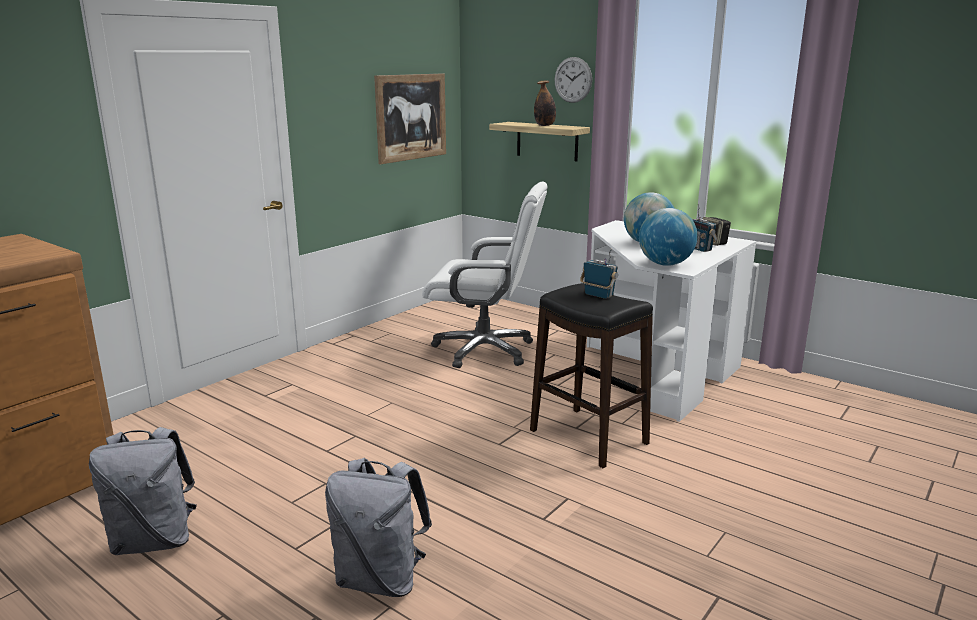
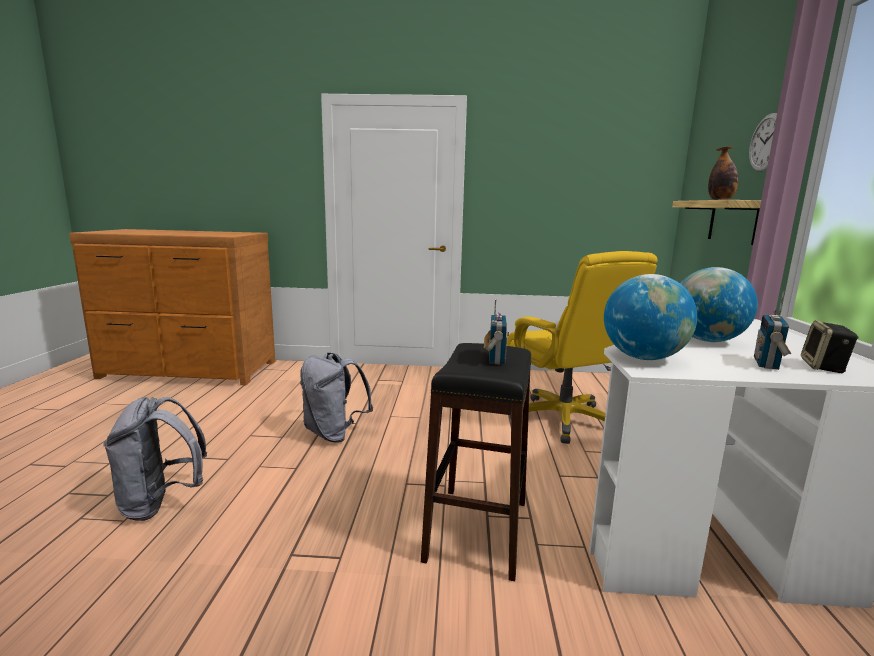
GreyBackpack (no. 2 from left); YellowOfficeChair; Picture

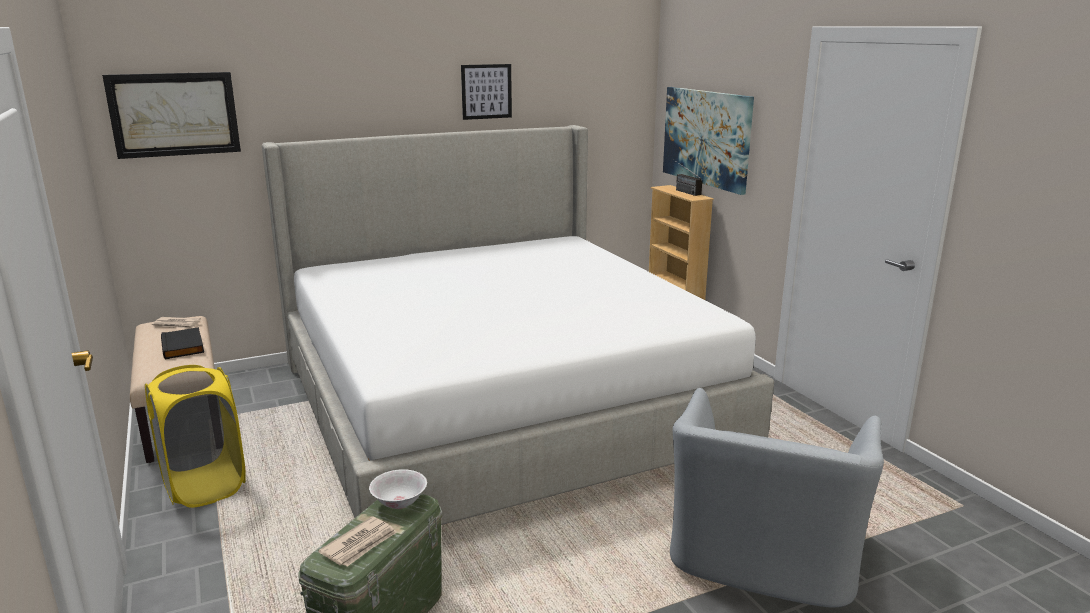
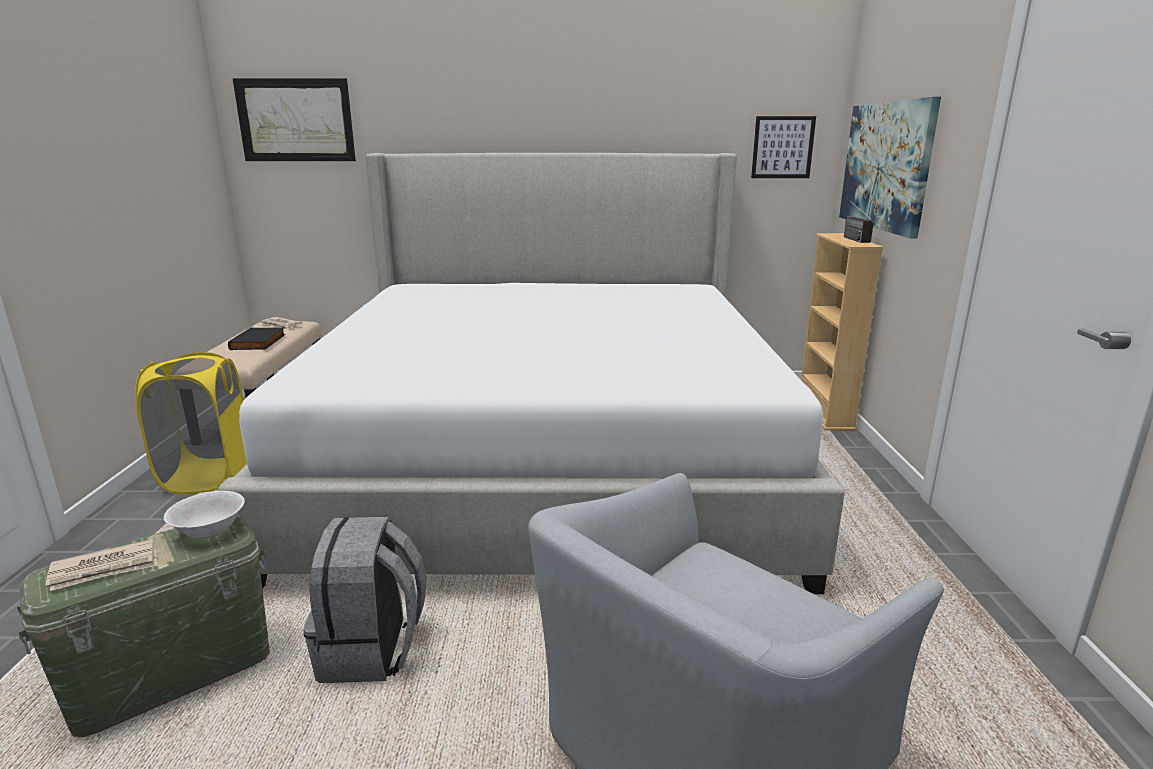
GreyBackpack; Picture (no. 2 from left)

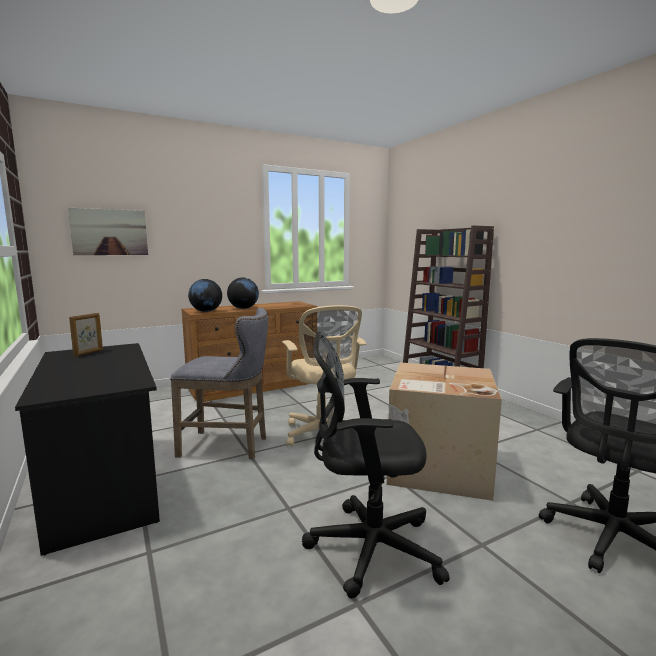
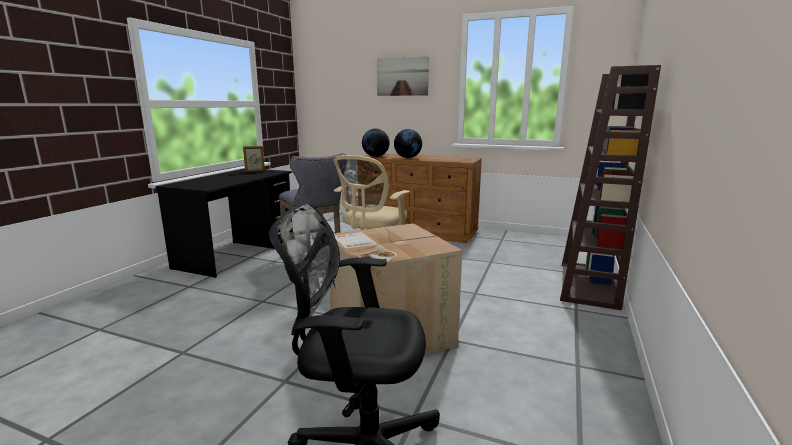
Picture; BlackOfficeChair (no. 1 from left in the first image)

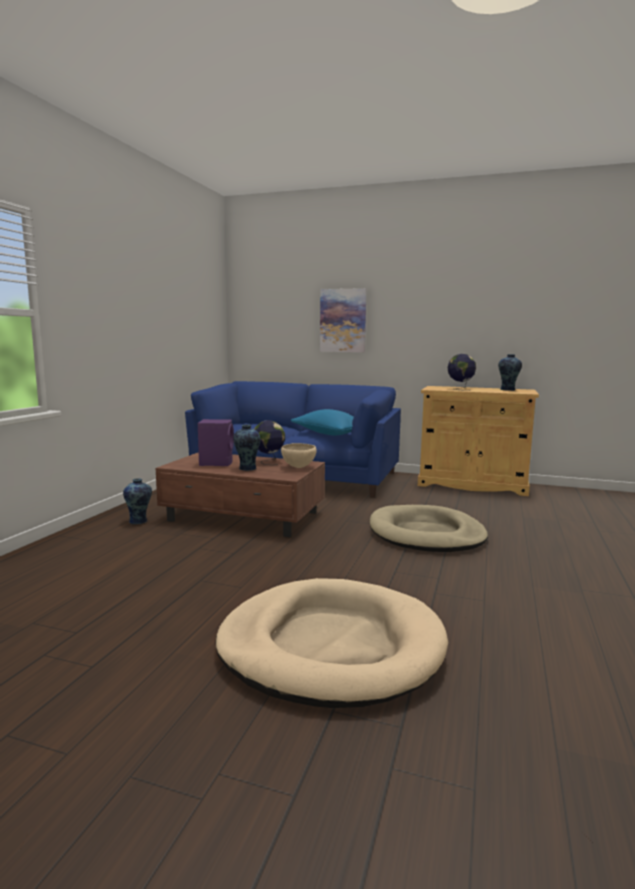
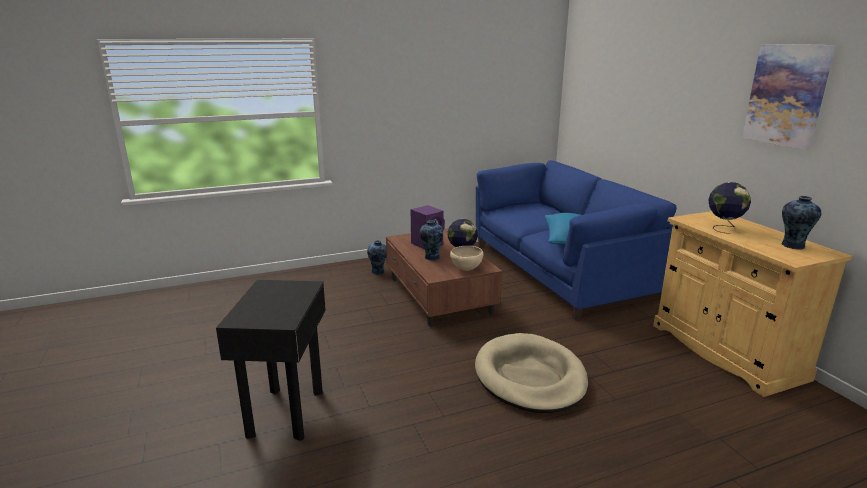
BlackSideTable; Picture

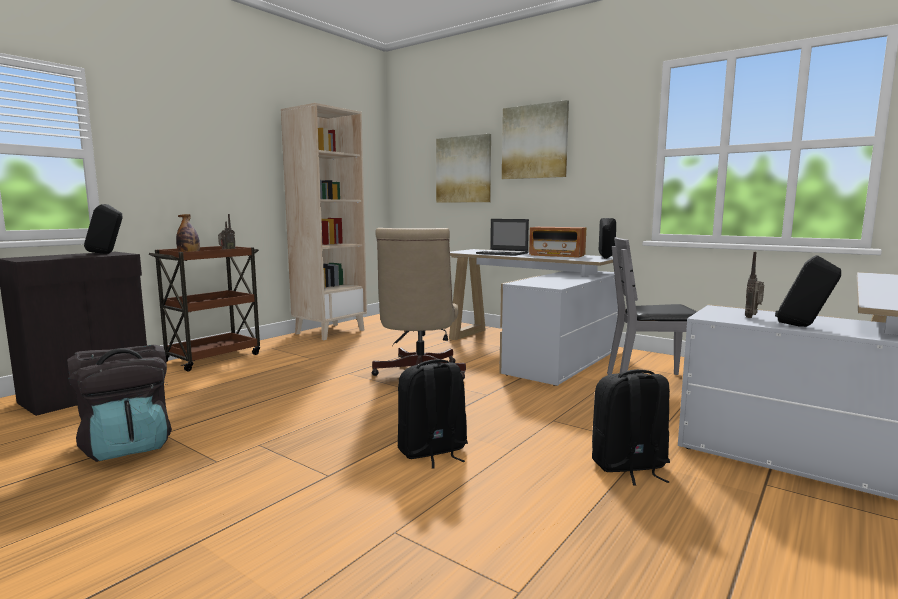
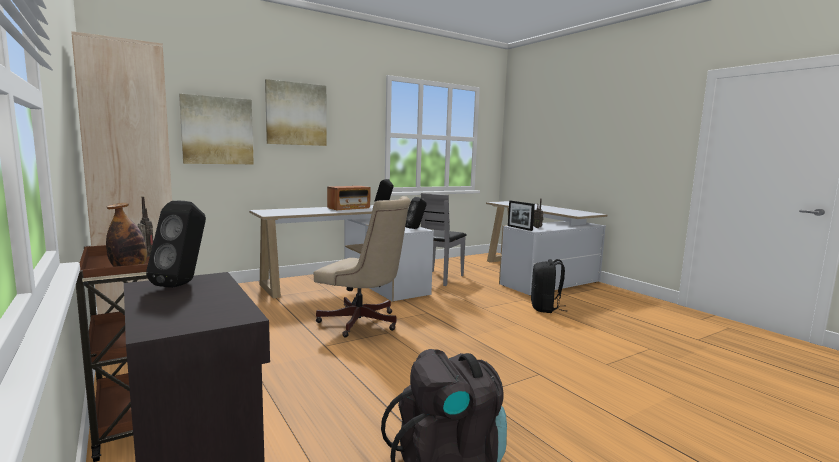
BlackSpeaker (no. 3 from left); PictureFrame; BlackBackpack (no. 2 from left in the first image); Laptop

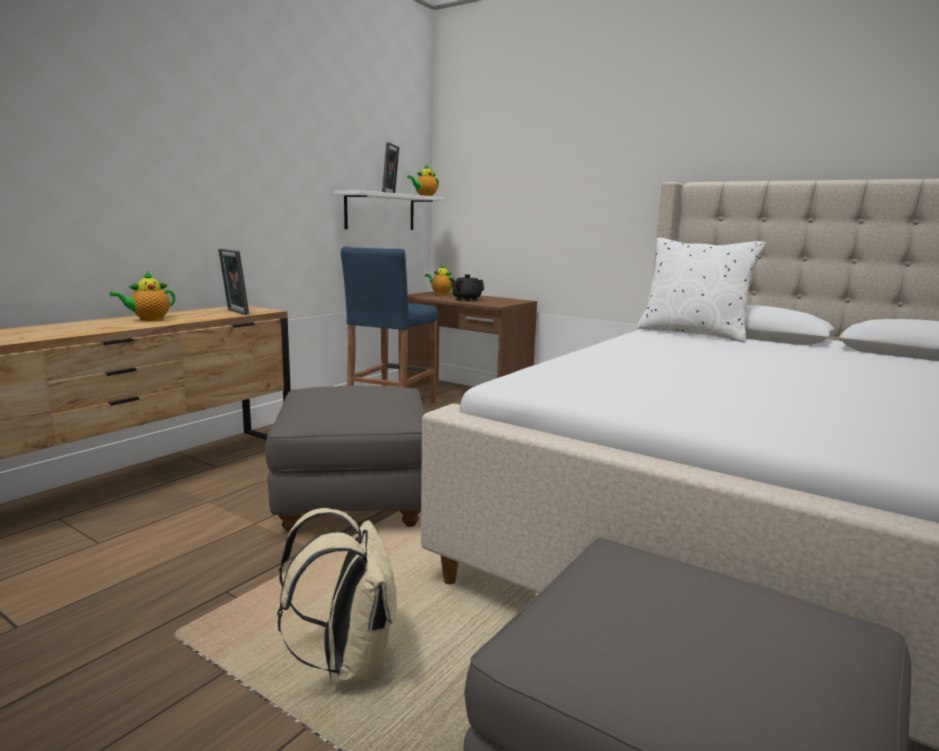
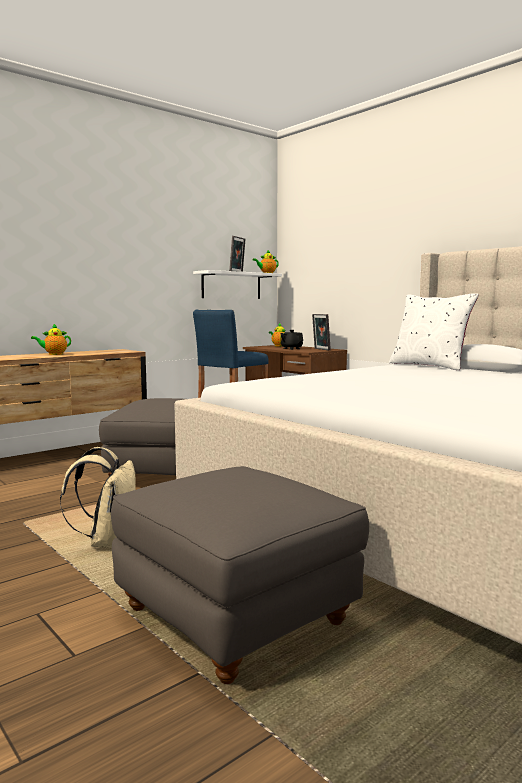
PictureFrame (no. 2 from left)

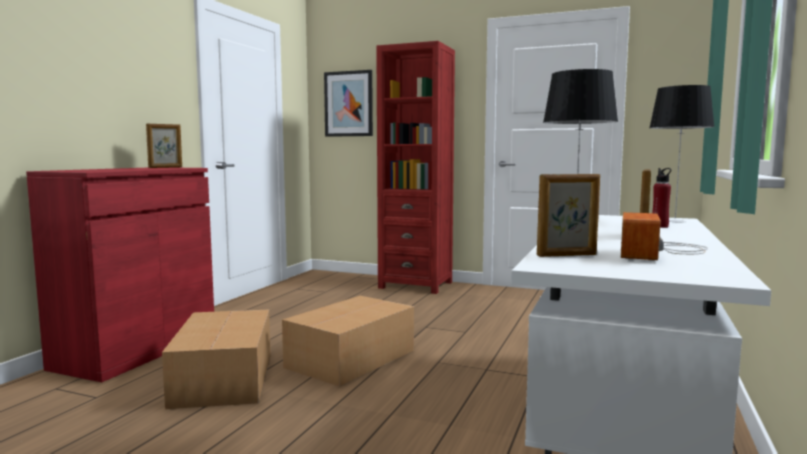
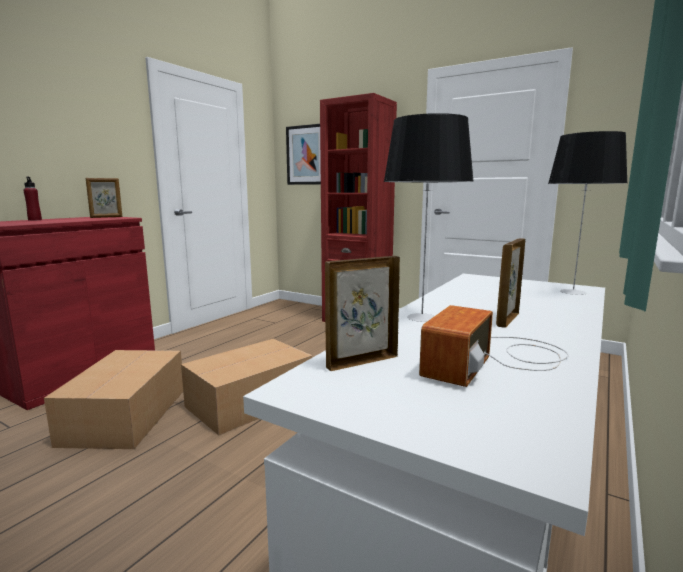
RedBottle; PictureFrame (no. 2 from left)

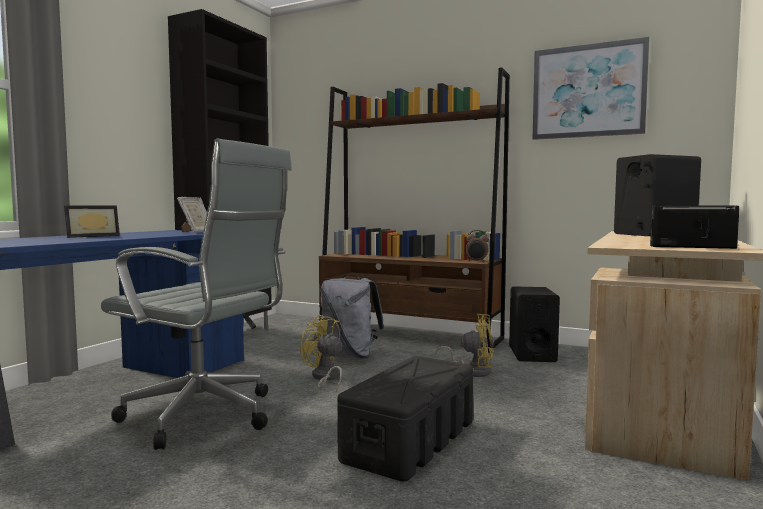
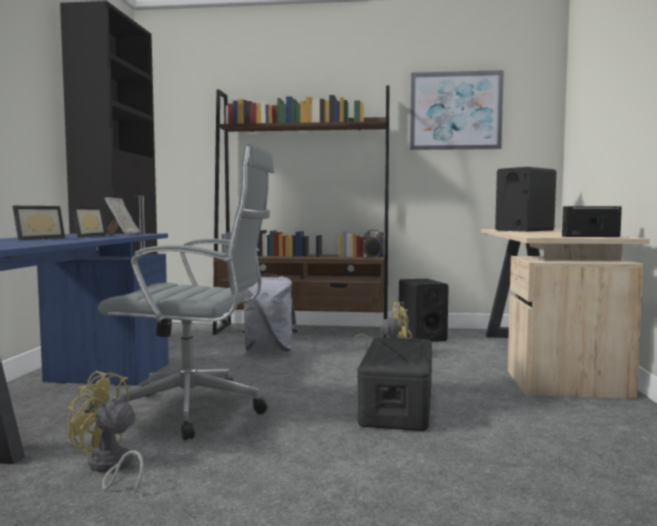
YellowFan (no. 1 from left); PictureFrame (no. 2 from left)

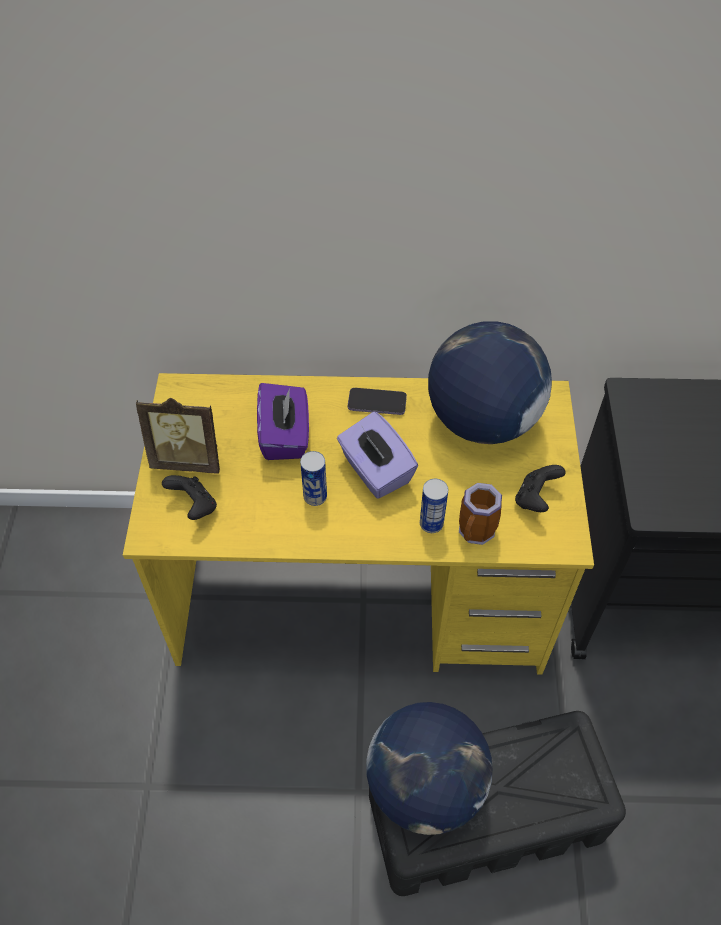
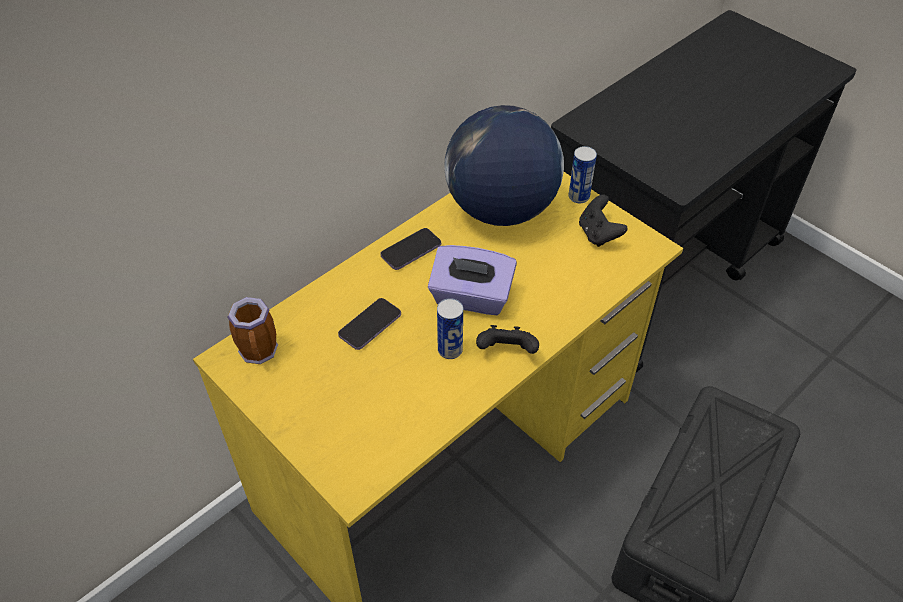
Mug; Phone (no. 1 from left); BlackGameController (no. 1 from left); Can (no. 2 from left); PictureFrame; Globe (no. 1 from left in the first image)

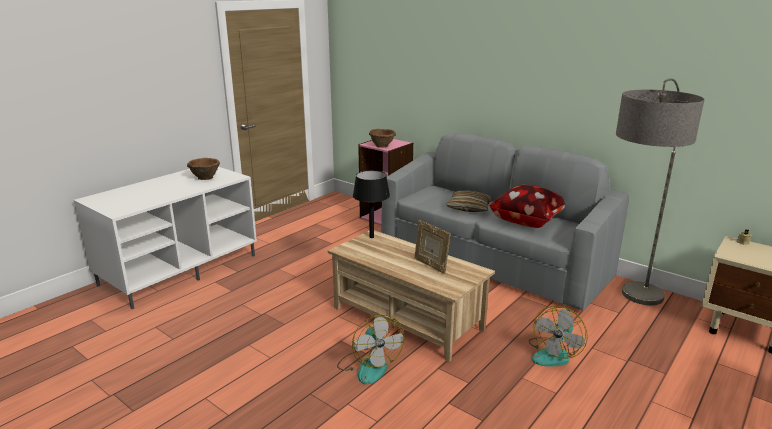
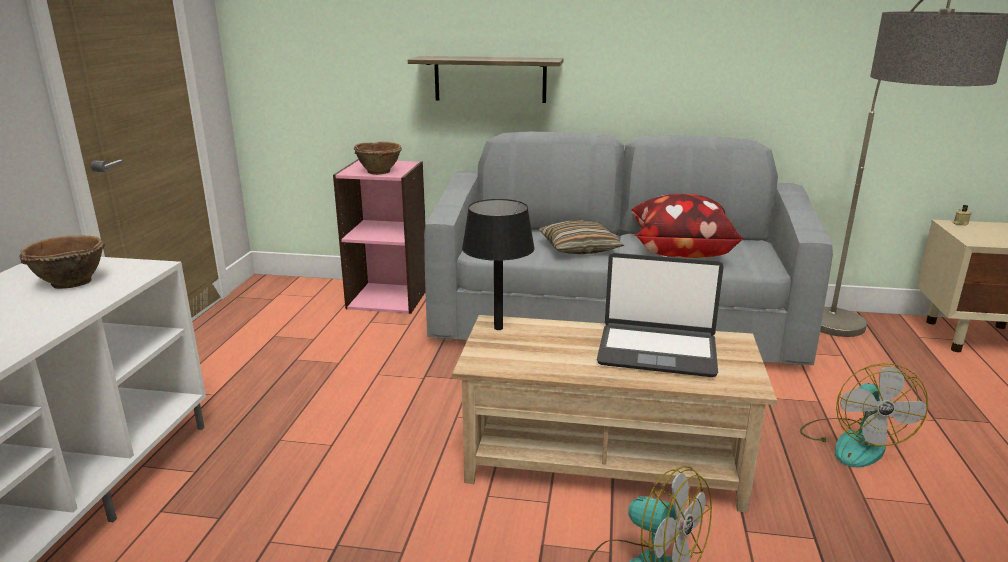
Shelf; Laptop

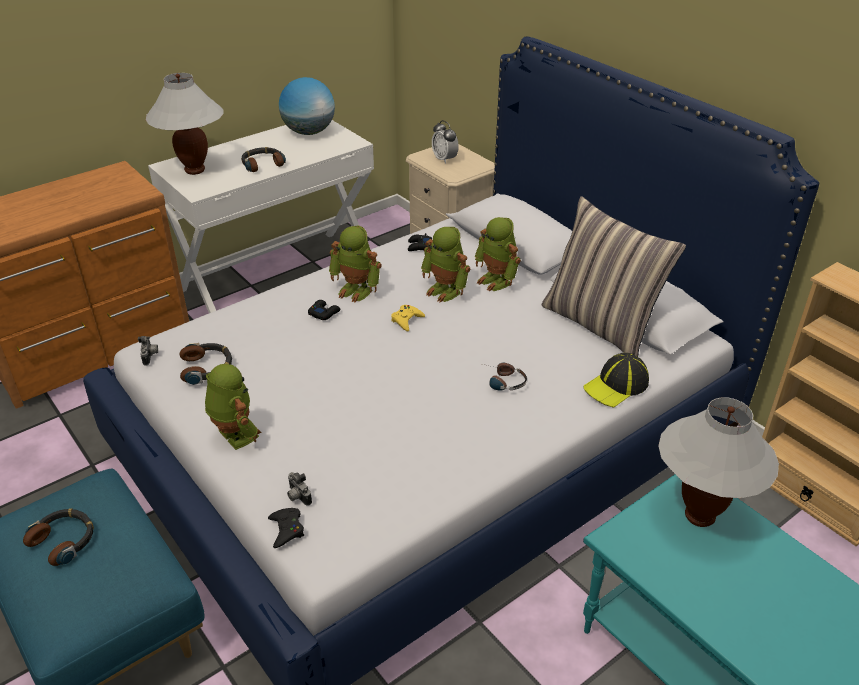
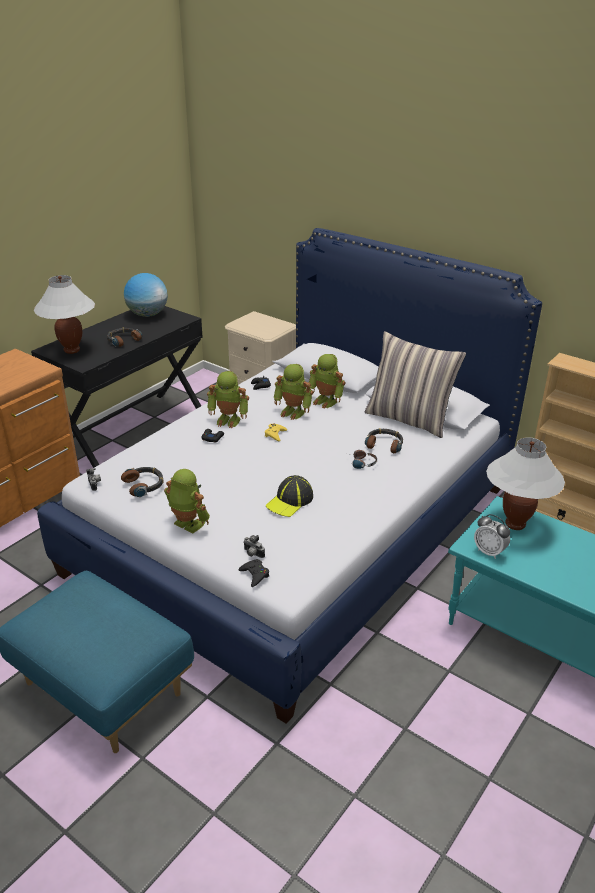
BlackDesk; Cap; Headphones (no. 4 from left); AlarmClock

